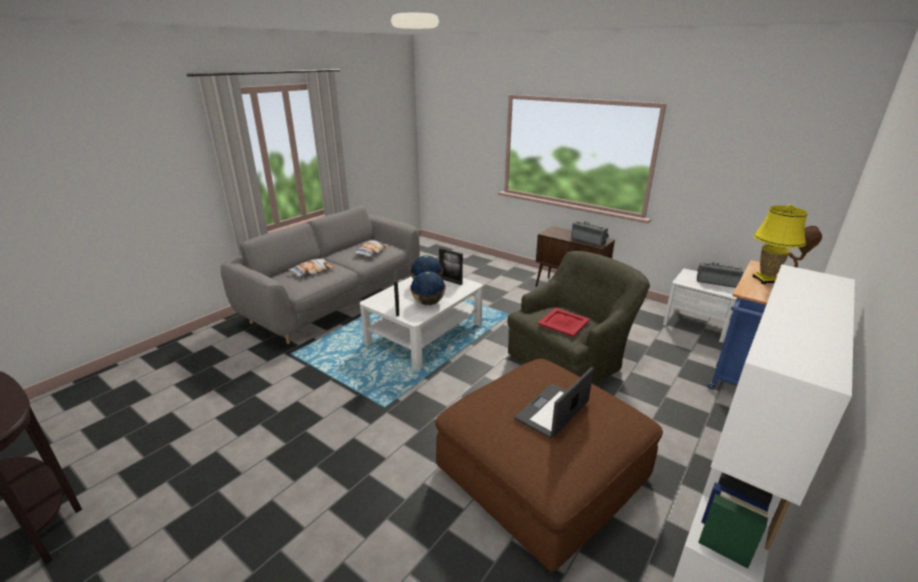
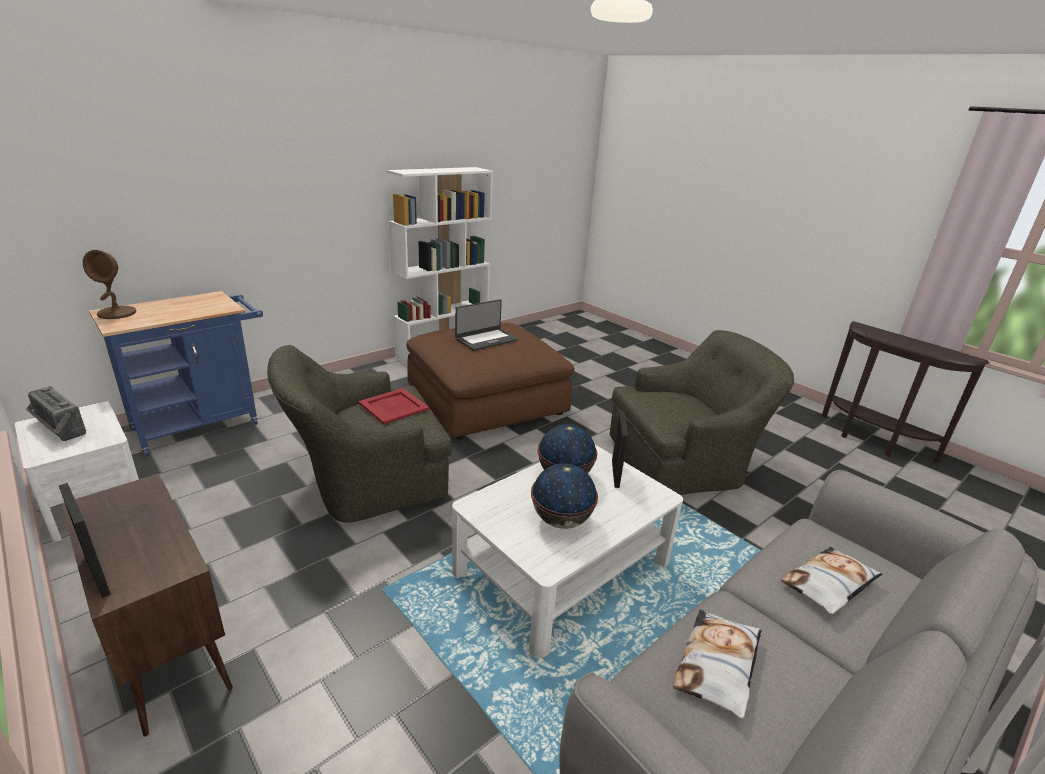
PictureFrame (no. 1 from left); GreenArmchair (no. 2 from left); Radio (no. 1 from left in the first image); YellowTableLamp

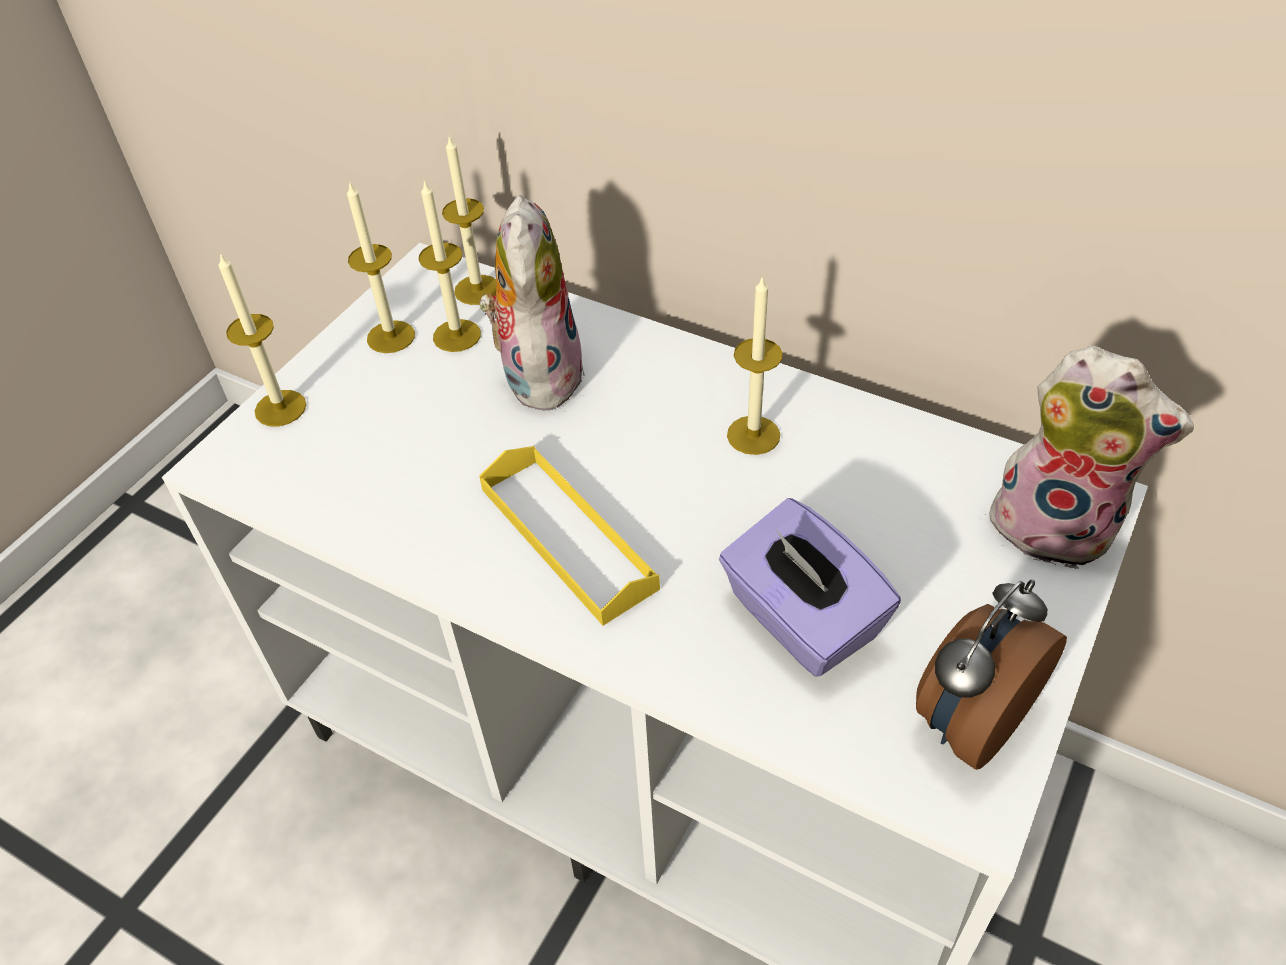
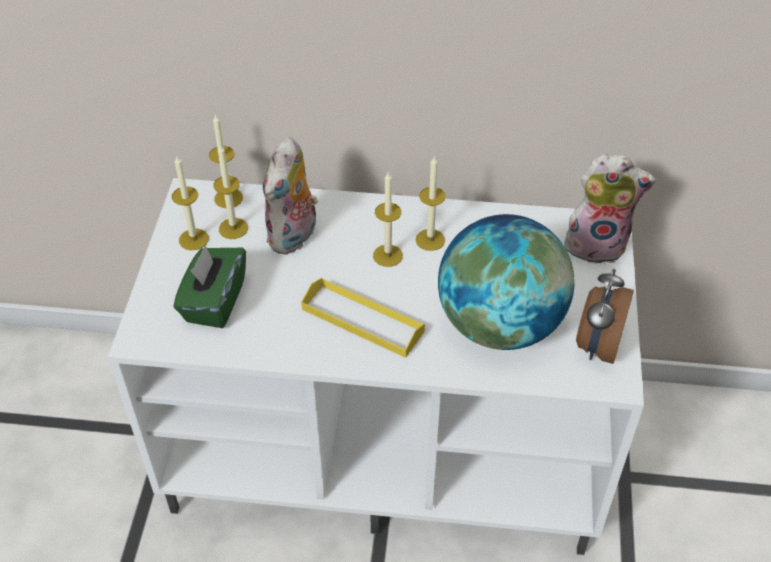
GreenTissueBox; PlushToy (no. 1 from left); Candle (no. 4 from left); Globe

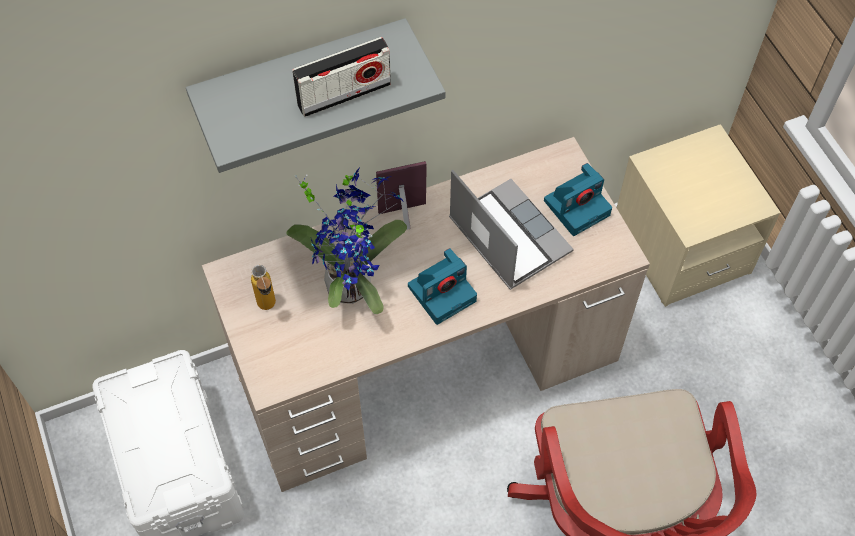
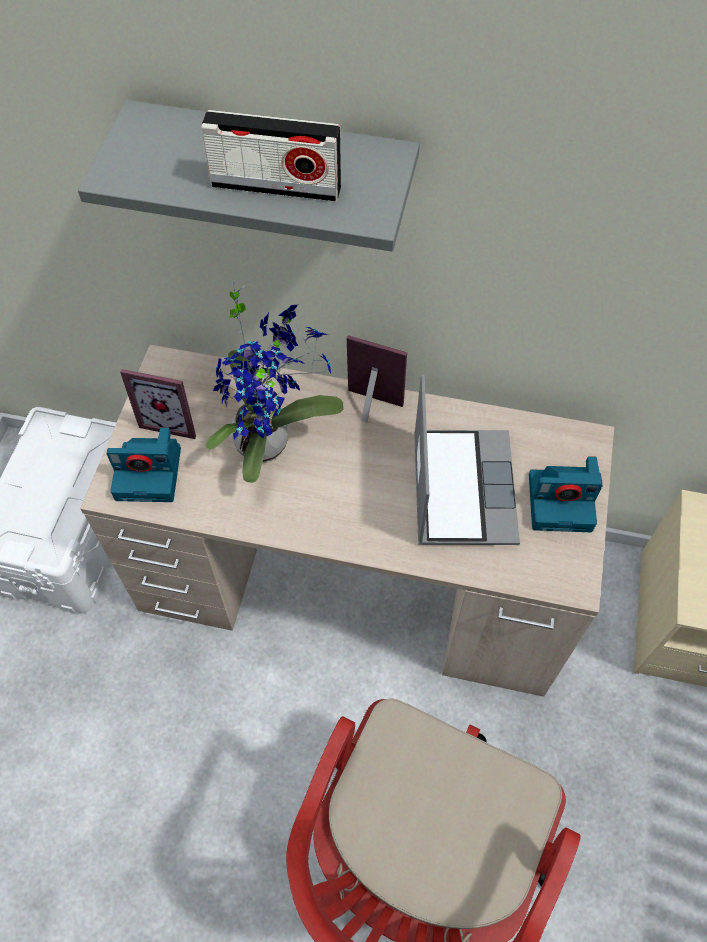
PhotoCamera (no. 1 from left); PictureFrame (no. 1 from left)

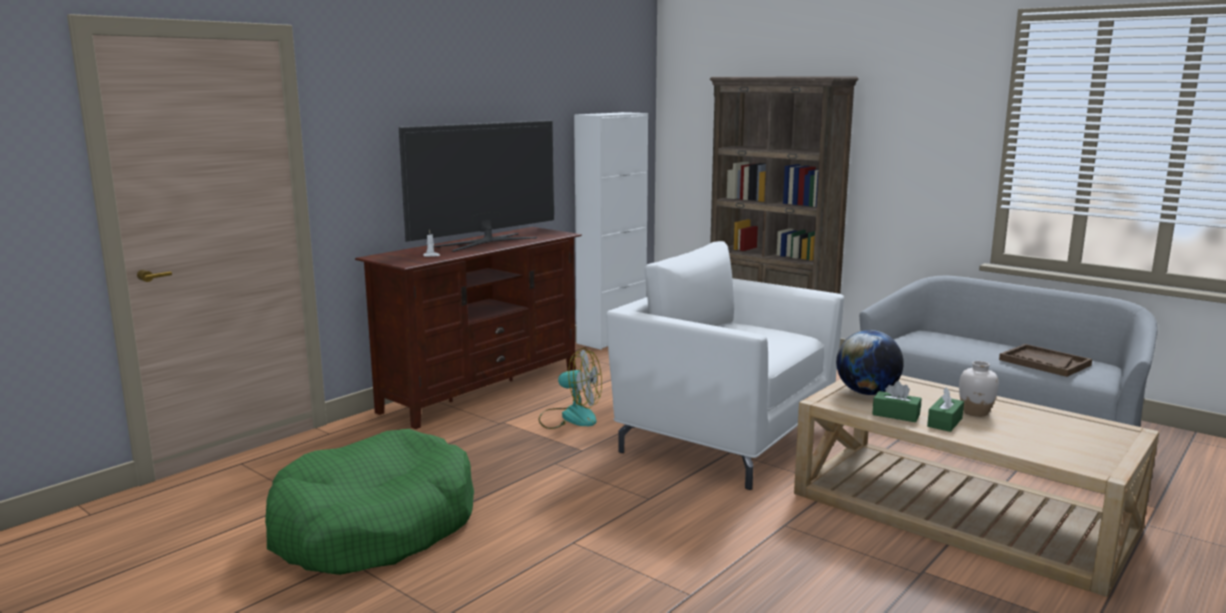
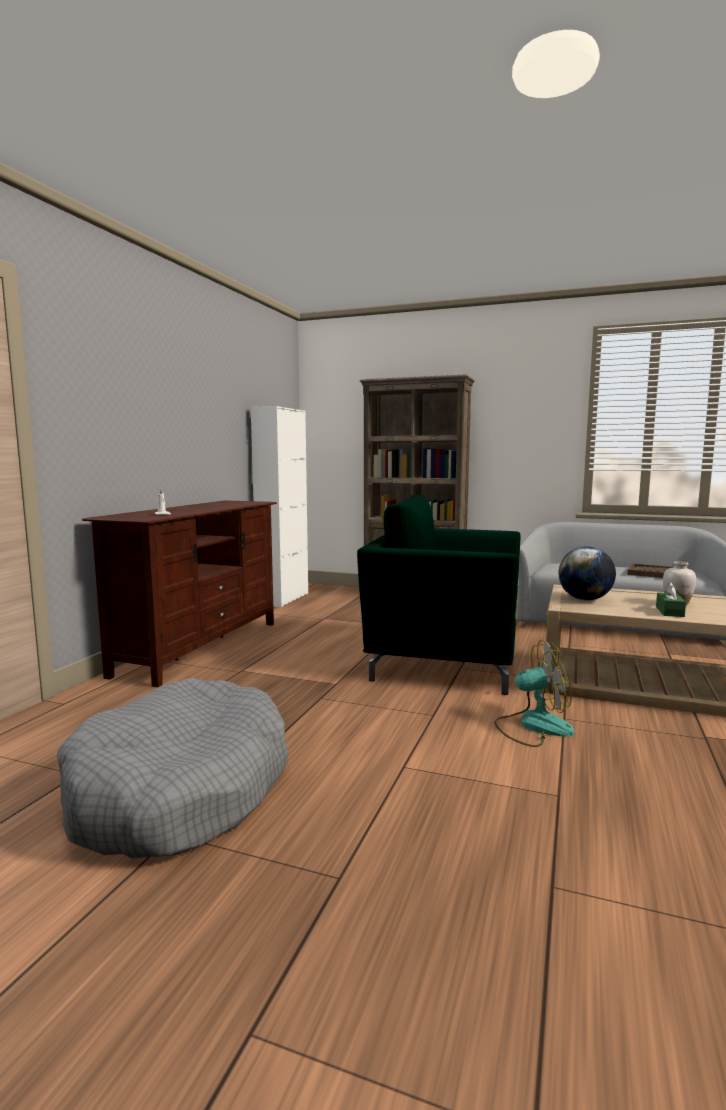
GreyDogBed; GreenArmchair; Fan; Television; GreenTissueBox (no. 1 from left in the first image)

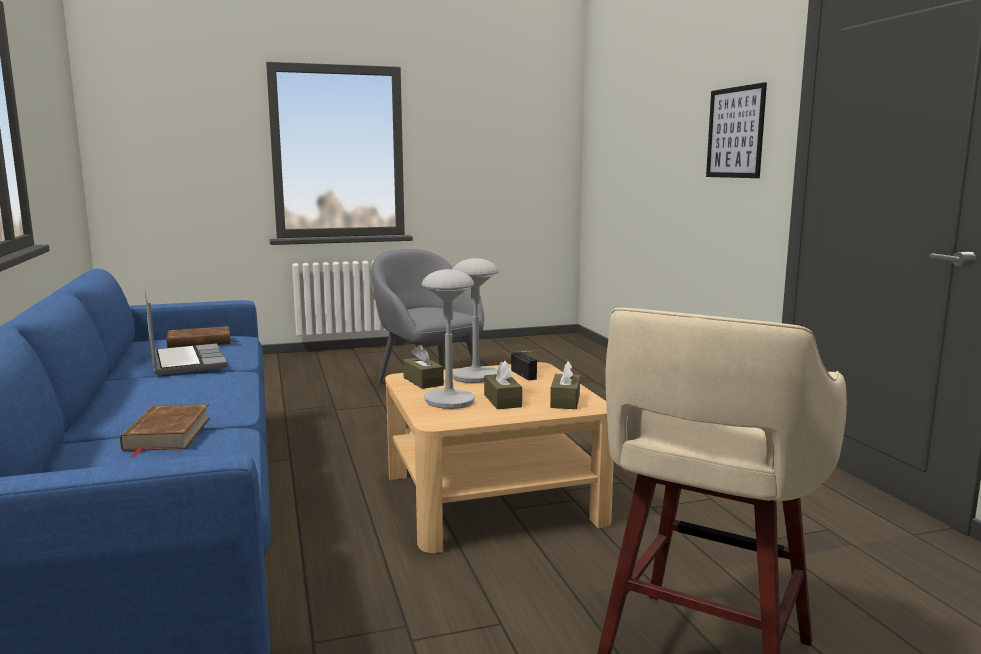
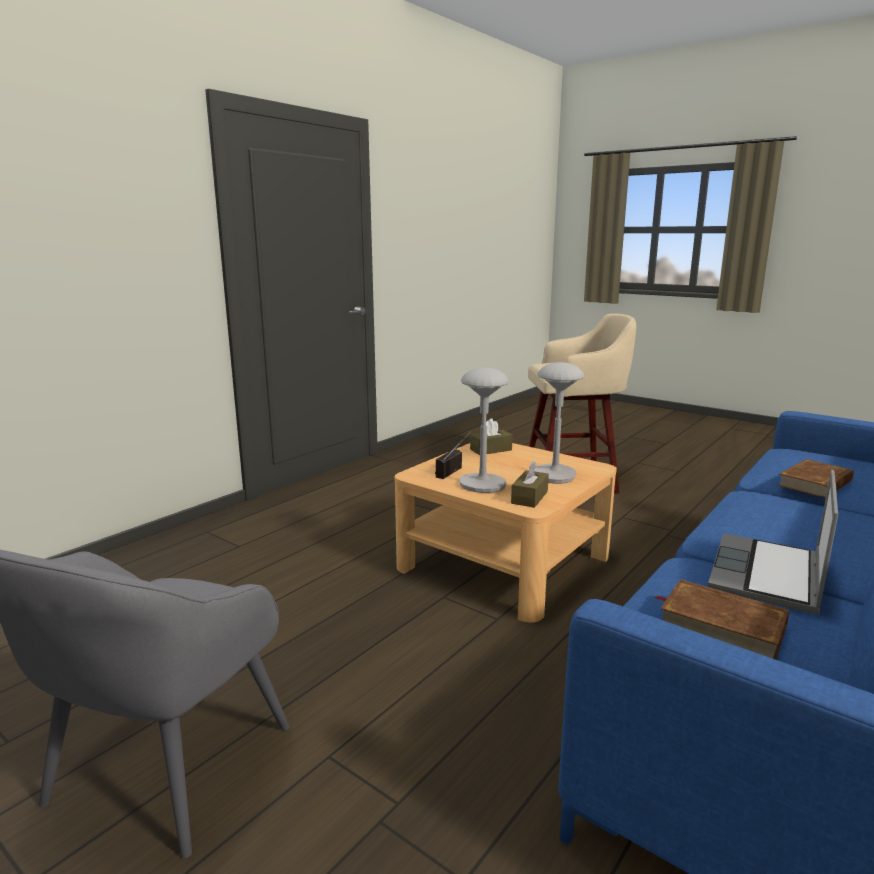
BrownTissueBox (no. 2 from left in the first image); Picture

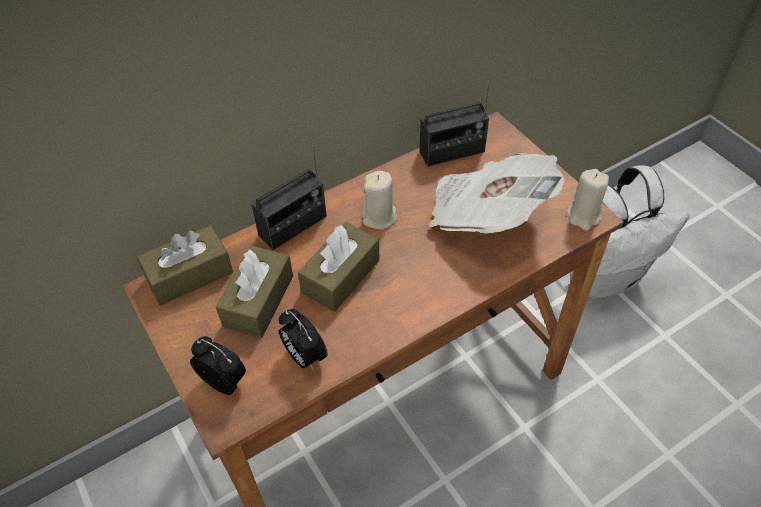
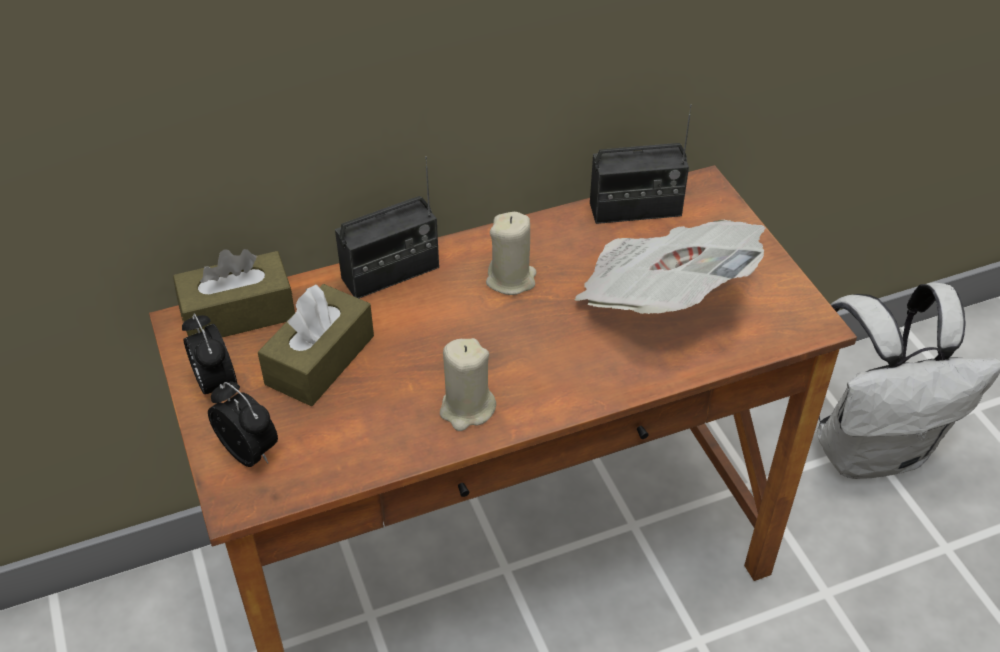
AlarmClock (no. 1 from left); BeigeCandle (no. 1 from left); BrownTissueBox (no. 3 from left in the first image)

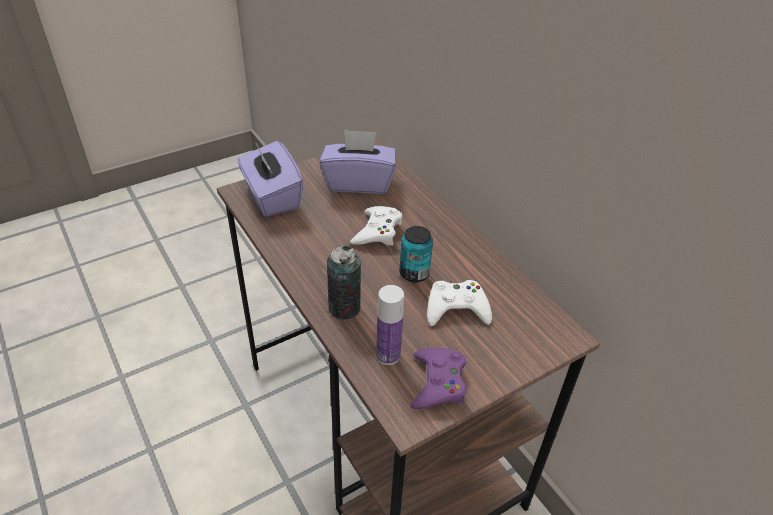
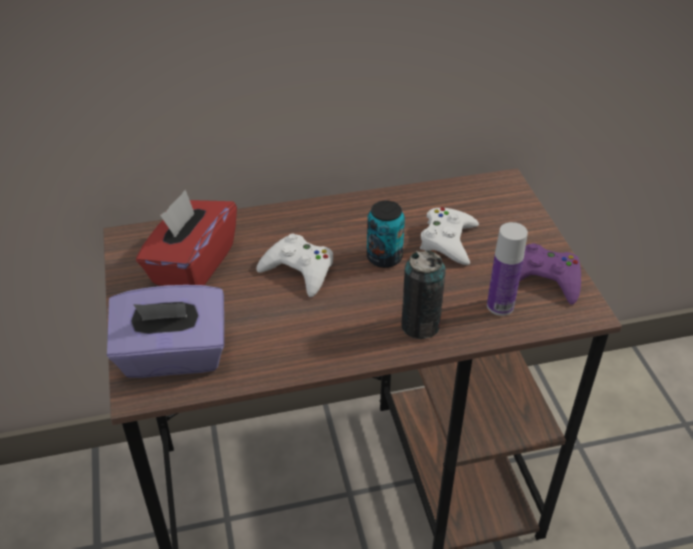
RedTissueBox

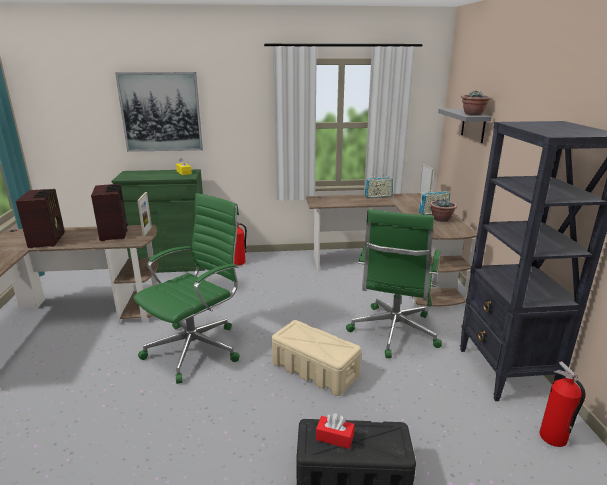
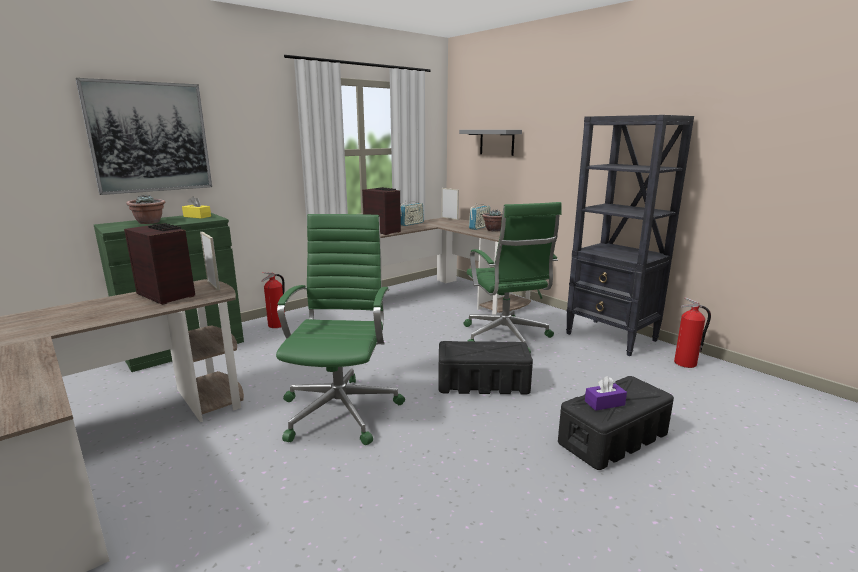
PottedPlant (no. 1 from left); Radio (no. 2 from left); BlackStorageBox (no. 1 from left); PurpleTissueBox

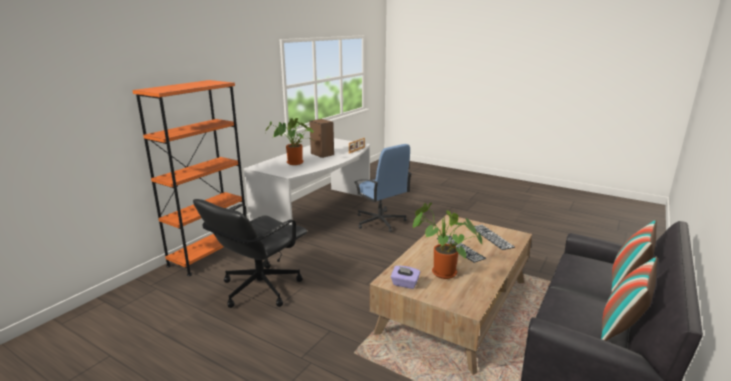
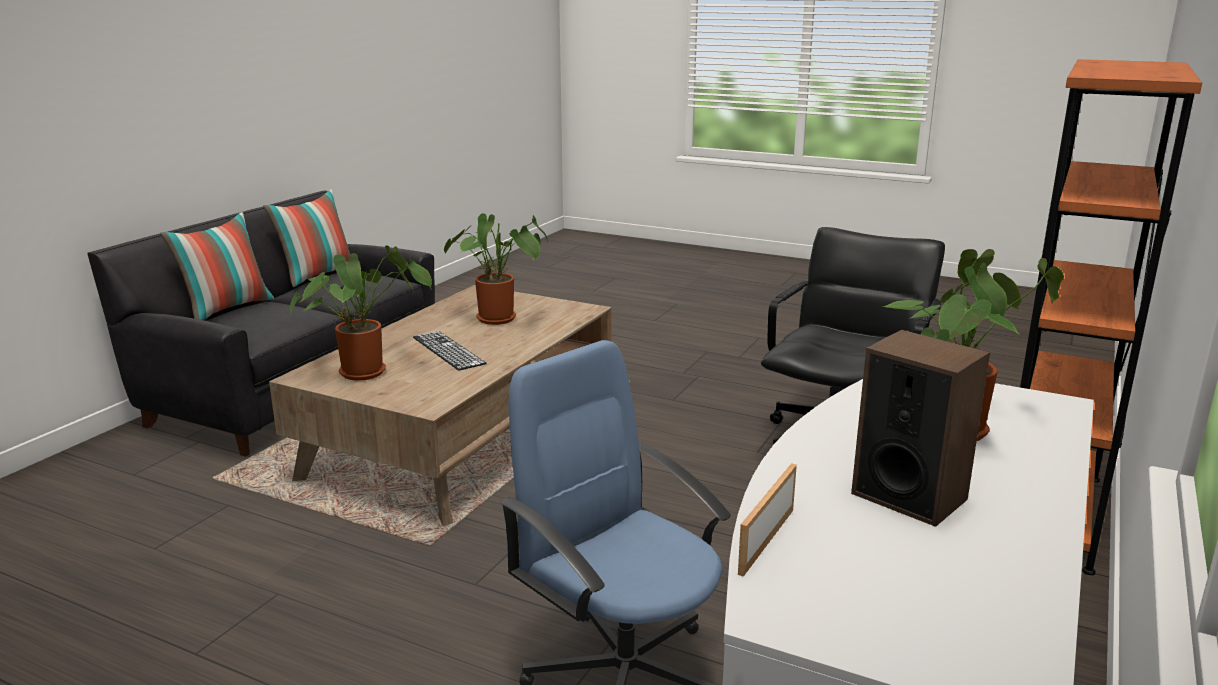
PottedPlant (no. 1 from left); PurpleTissueBox

